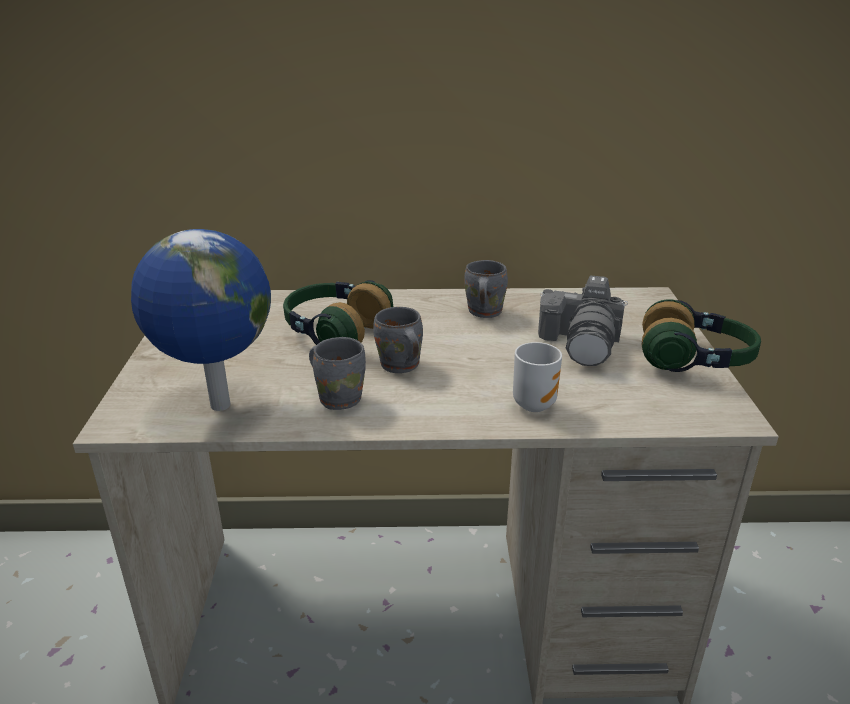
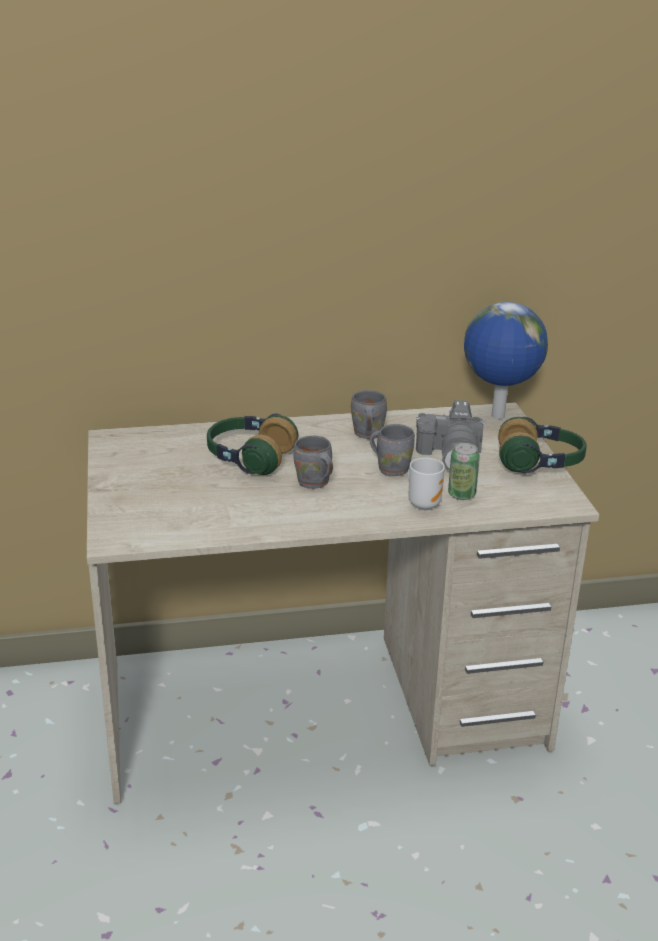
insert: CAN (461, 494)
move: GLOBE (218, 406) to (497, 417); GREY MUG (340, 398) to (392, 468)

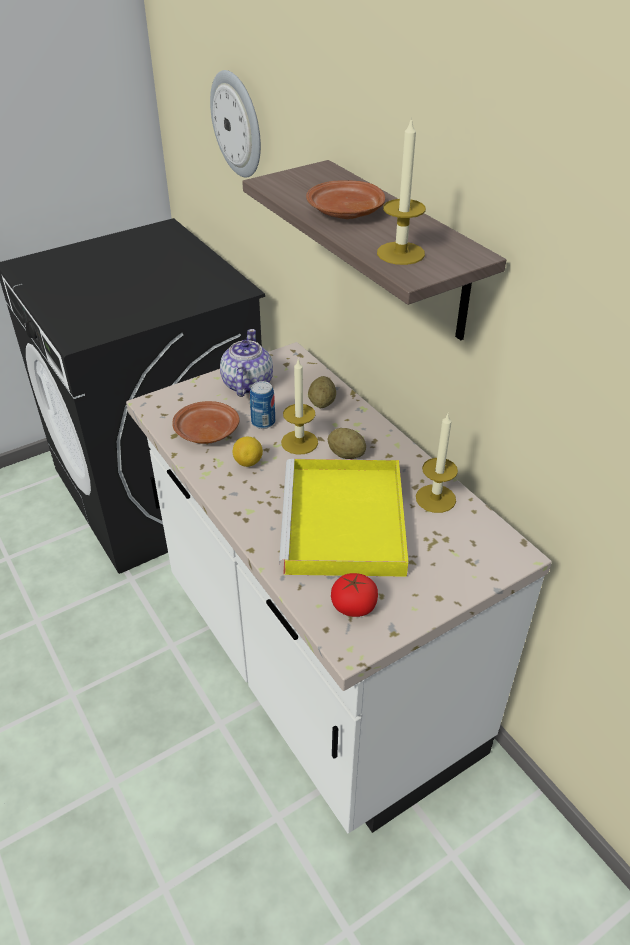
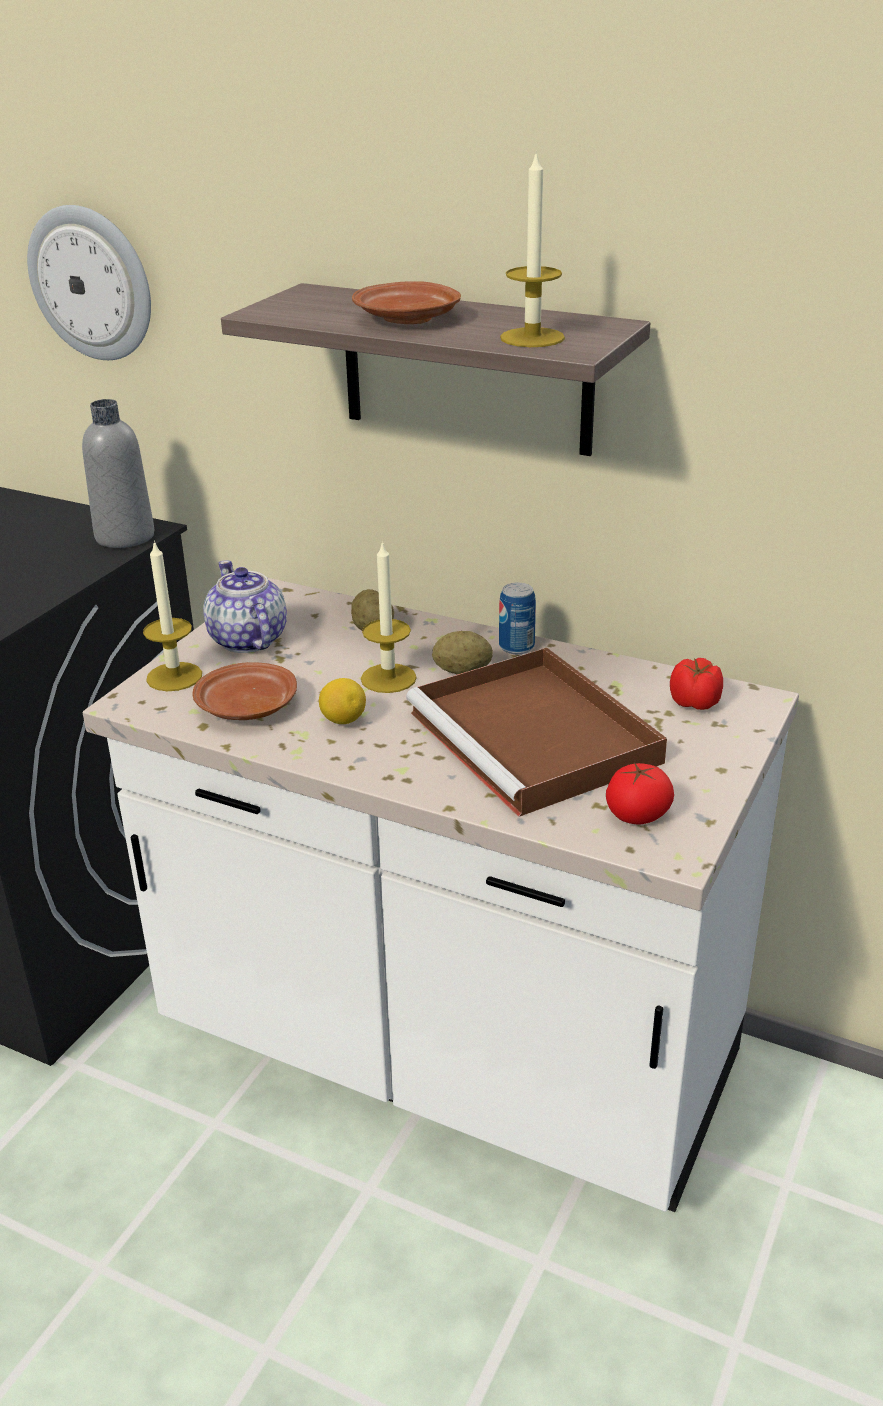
insert: GREY BOTTLE (125, 537); TOMATO (695, 703)
move: CAN (263, 422) to (516, 647); CANDLE (435, 498) to (174, 677)
recolor: YELLOW TRAY (345, 523) to BROWN TRAY (537, 739)

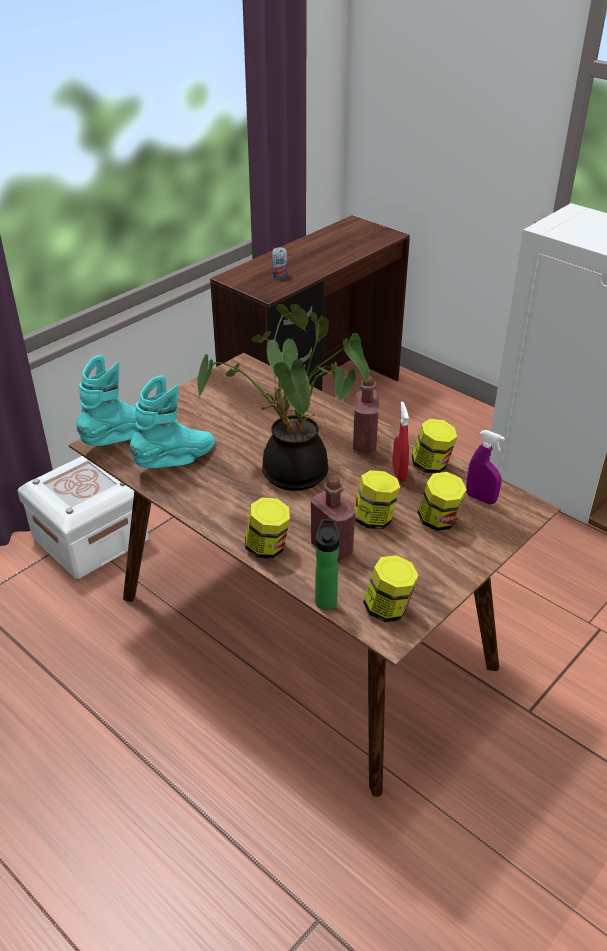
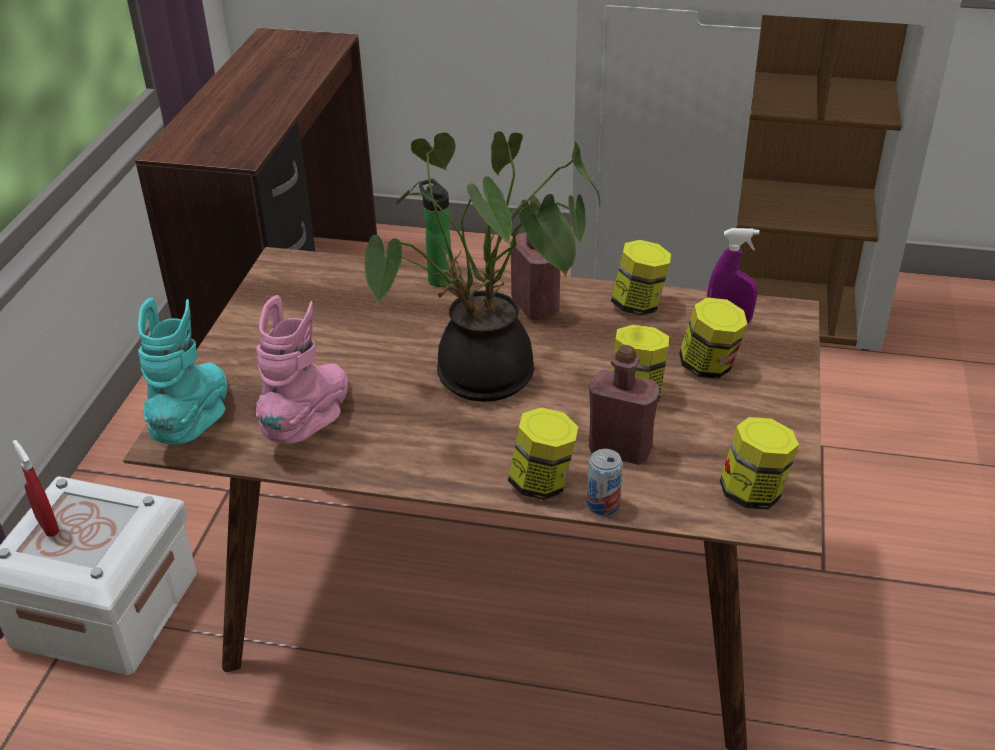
move: CAN (279, 276) to (603, 504); RED SPRAY BOTTLE (399, 473) to (48, 526); BOTTLE (326, 599) to (438, 278)
recolor: TURQUOISE BOOT (176, 461) to PINK BOOT (311, 421)

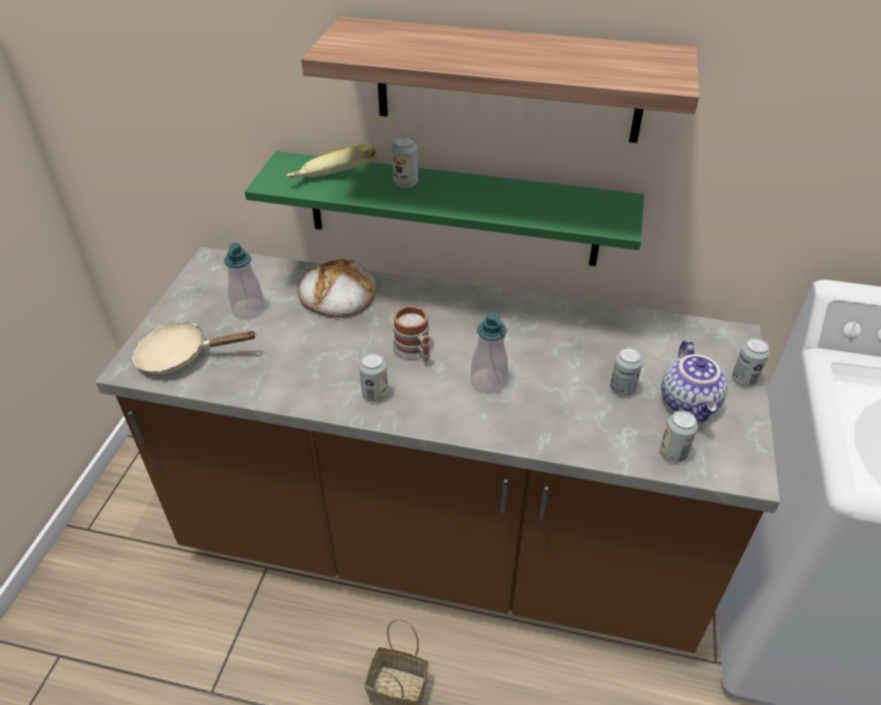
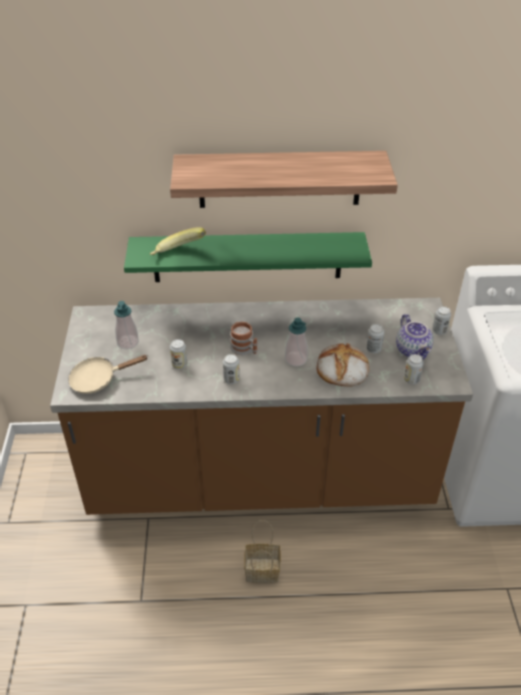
move: CAN (405, 183) to (179, 364); BREAD (337, 294) to (342, 369)

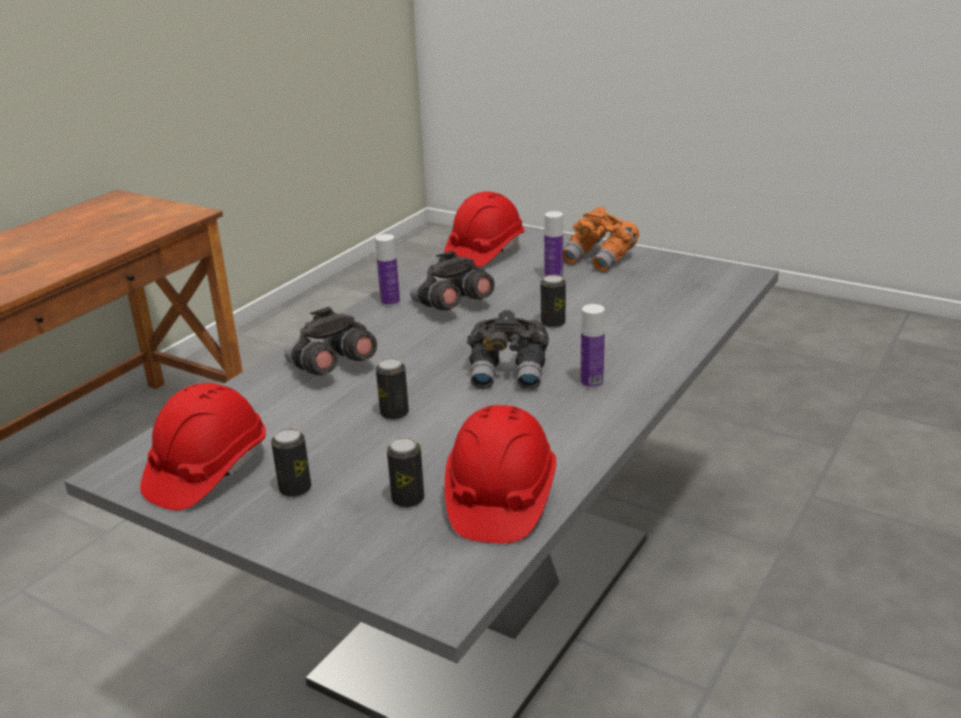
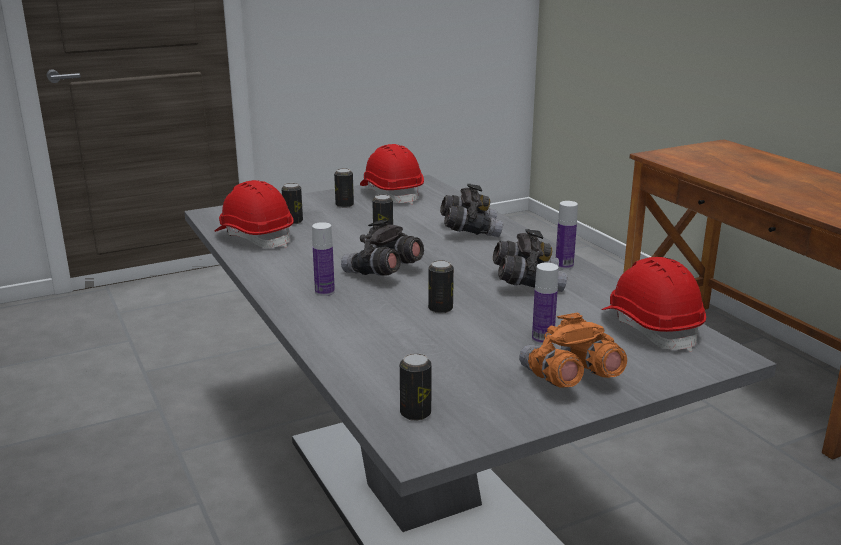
insert: CAN (415, 413)

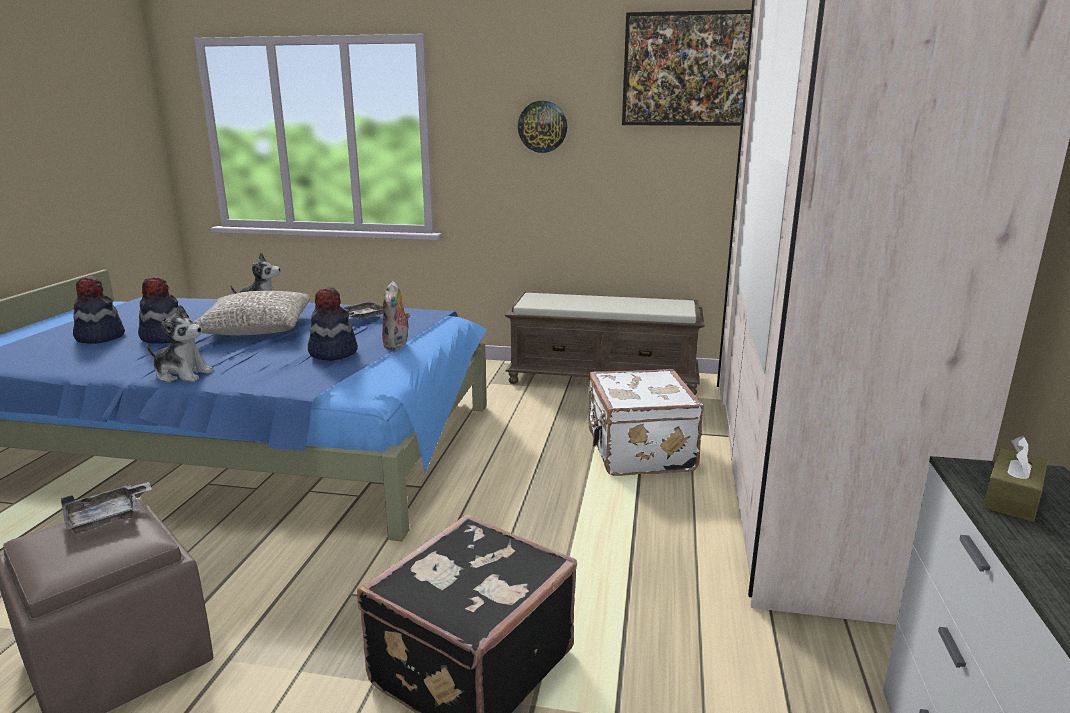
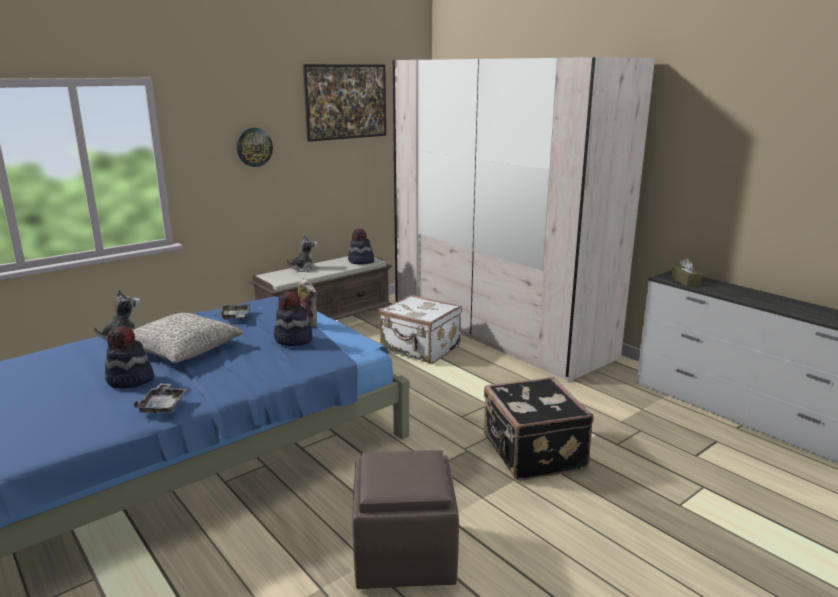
move: HAT (99, 337) to (361, 262); PLUSH TOY (183, 374) to (303, 269); GREY TRAY (107, 517) to (163, 405)

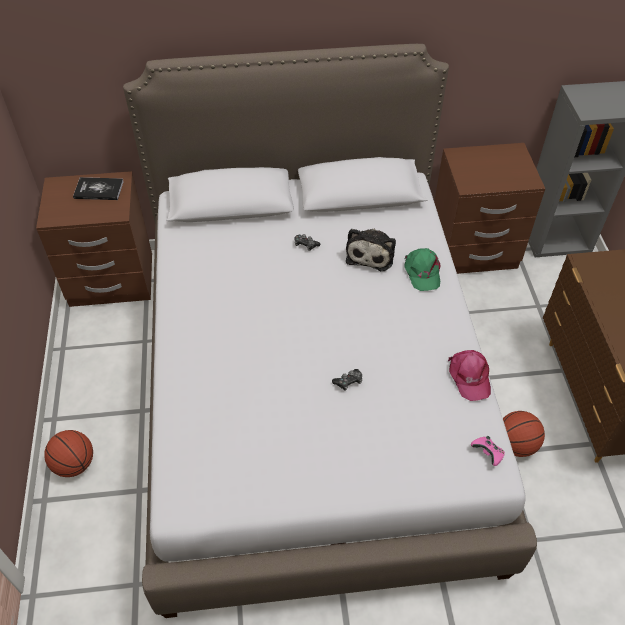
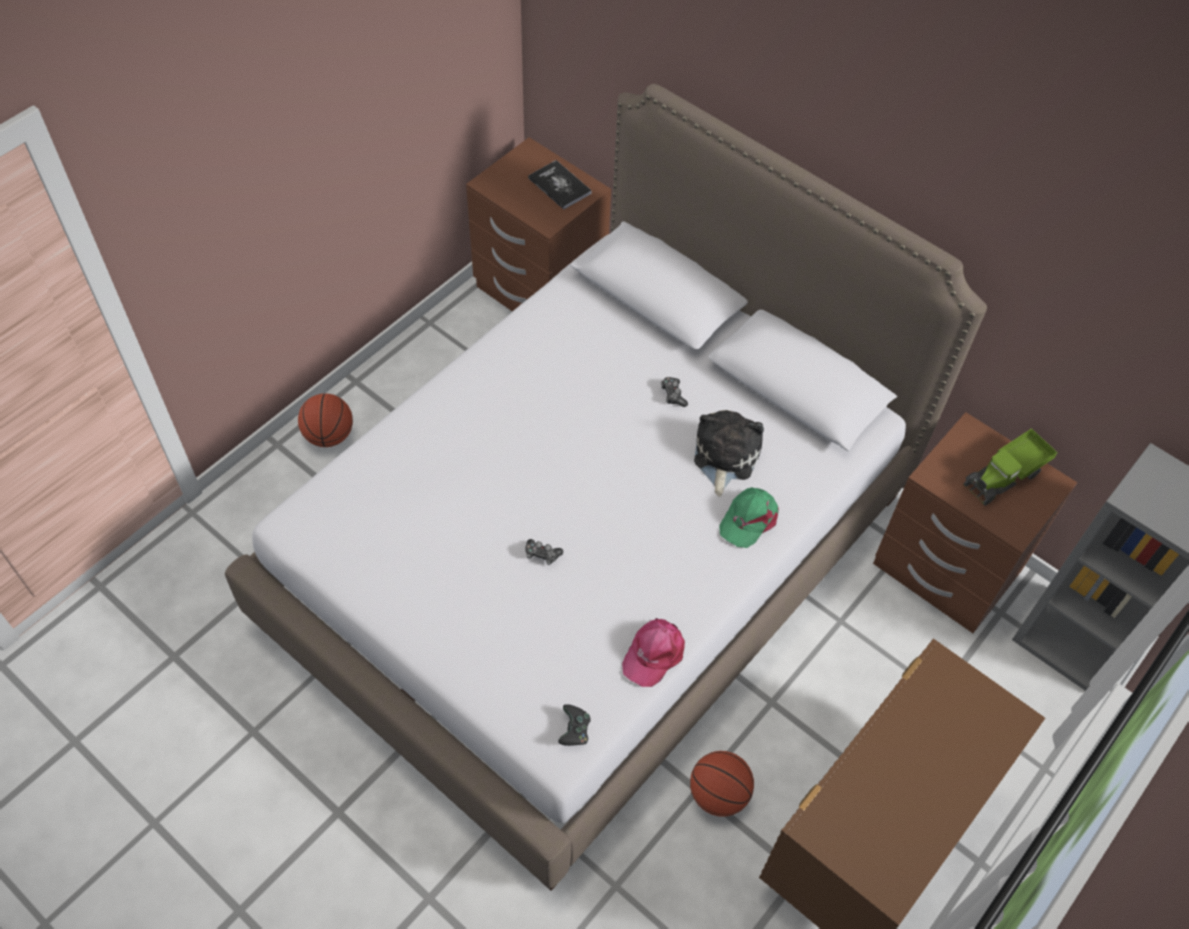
insert: TOY TRUCK (1005, 476)
recolor: PINK GAME CONTROLLER (487, 454) to BLACK GAME CONTROLLER (574, 731)
rotate: PLUSH TOY (371, 253) = (724, 457) 135 degrees clockwise

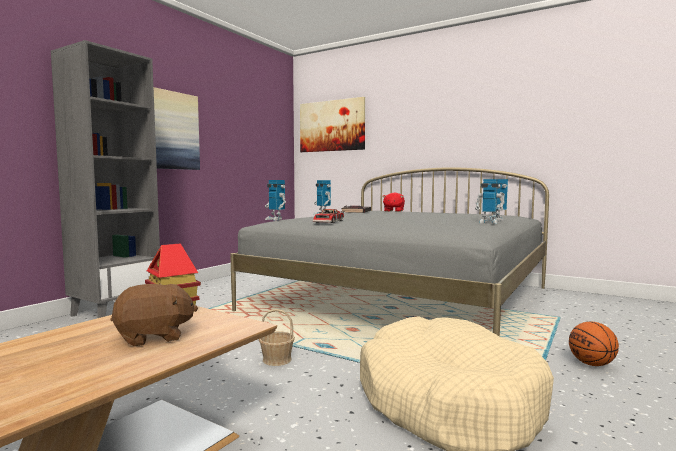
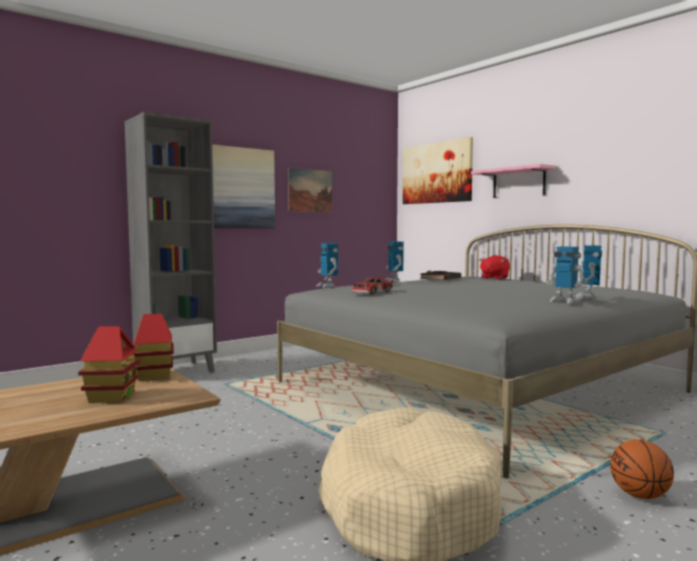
delete: BASKET (277, 359)
insert: PINK SHELF (518, 183); PICTURE (310, 190)
replace: BROWN PLUSH TOY (154, 337) to TOY HOUSE (111, 397)

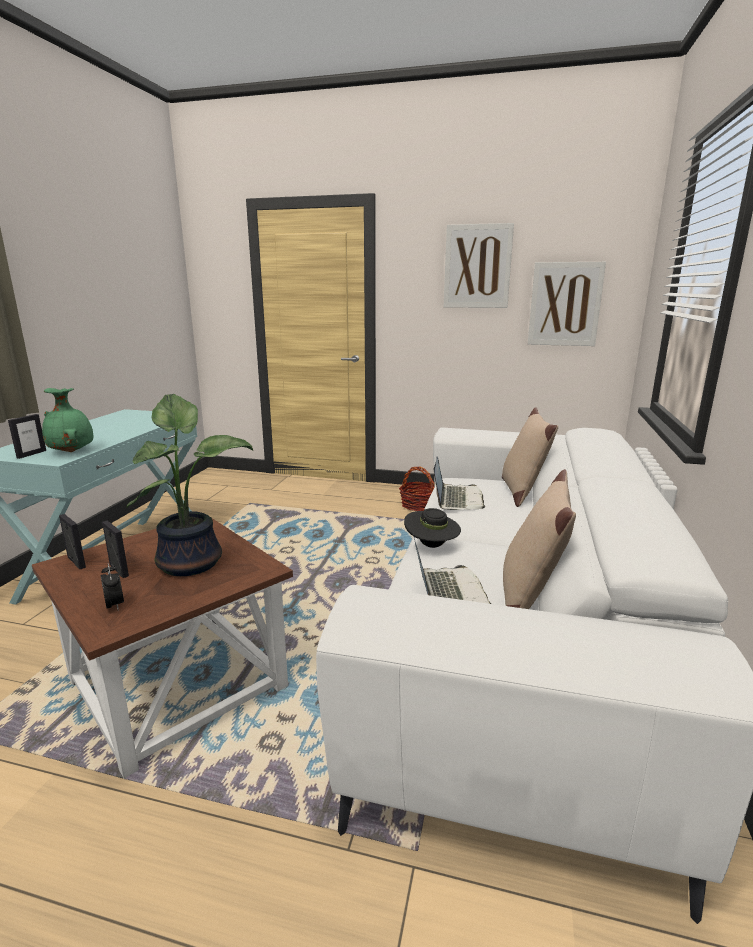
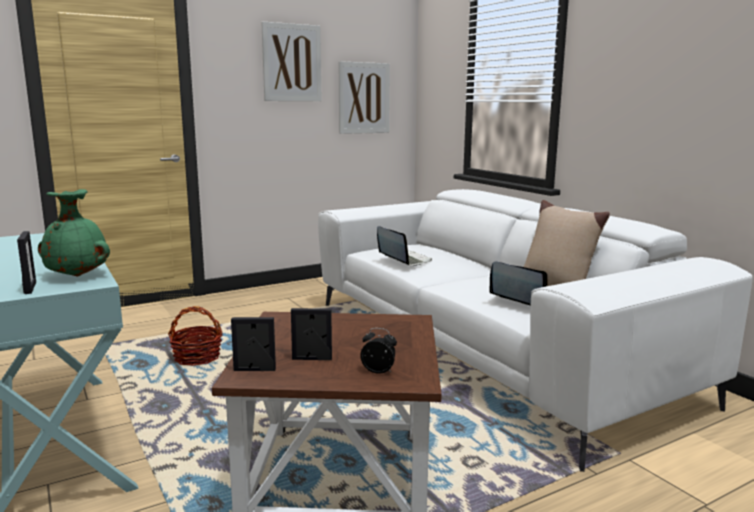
delete: POTTED PLANT (193, 561); BEIGE PILLOW (522, 491); BLACK HAT (431, 546)
move: BASKET (418, 505) to (197, 357)

